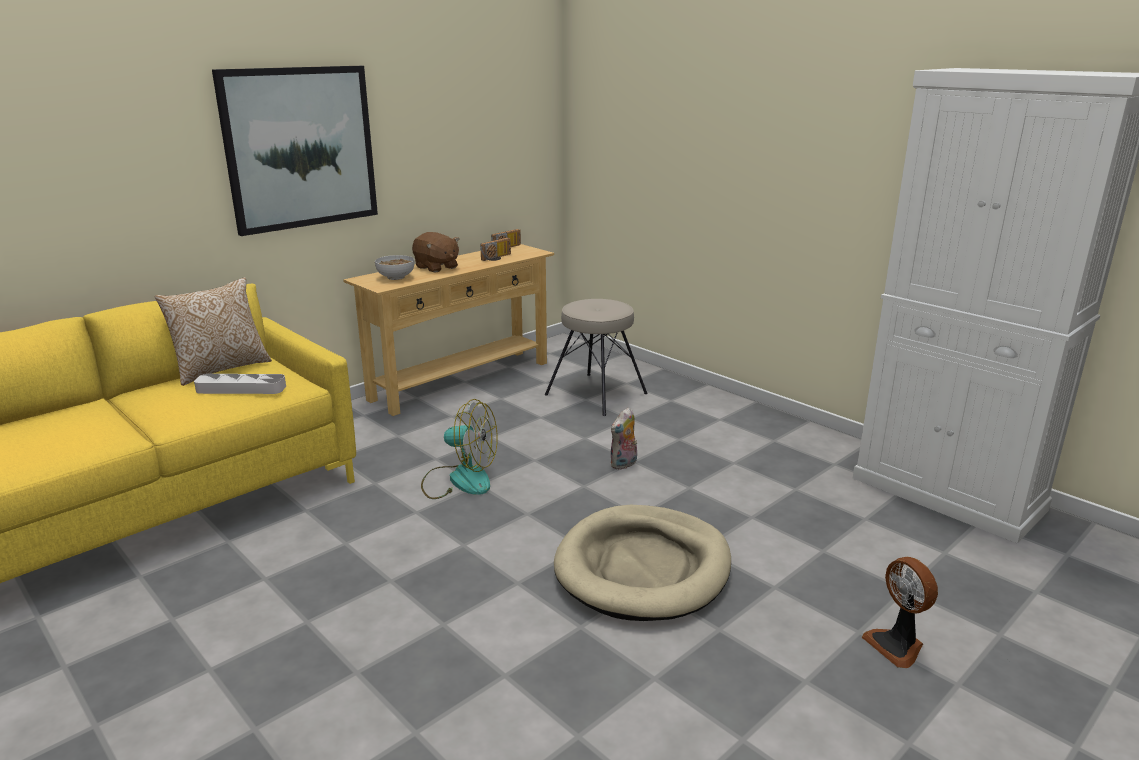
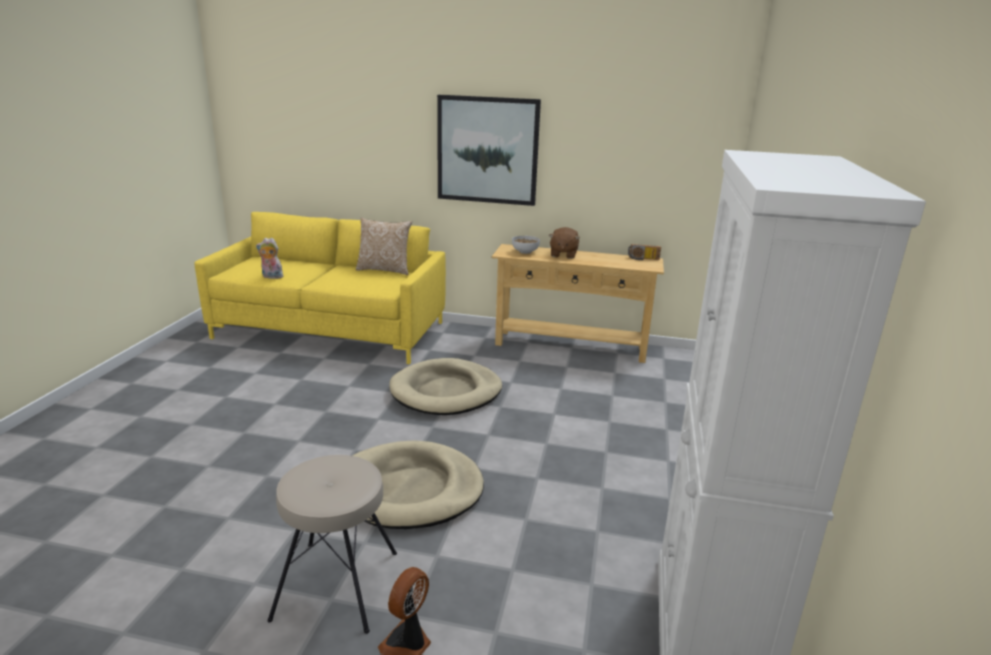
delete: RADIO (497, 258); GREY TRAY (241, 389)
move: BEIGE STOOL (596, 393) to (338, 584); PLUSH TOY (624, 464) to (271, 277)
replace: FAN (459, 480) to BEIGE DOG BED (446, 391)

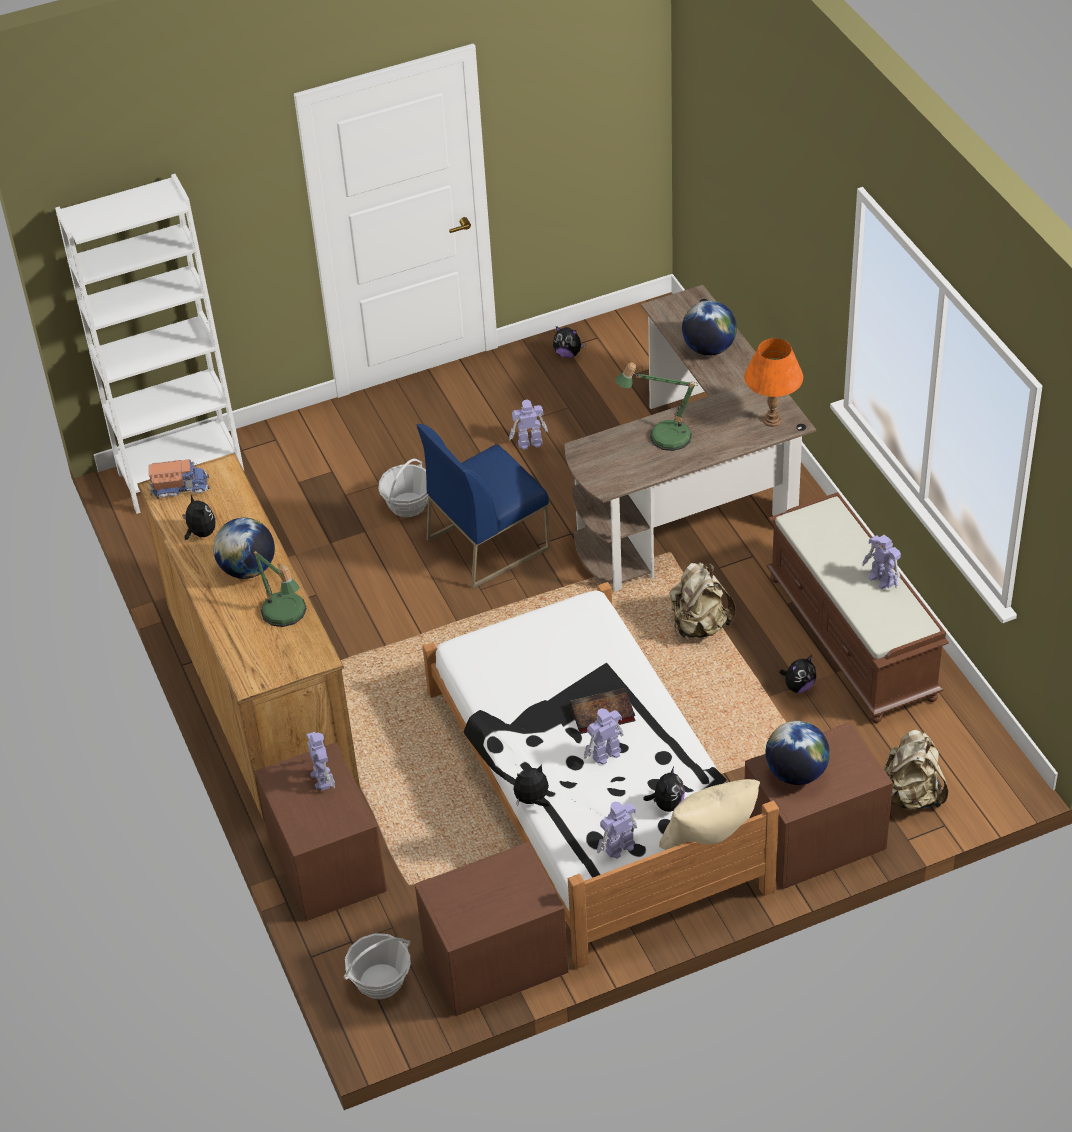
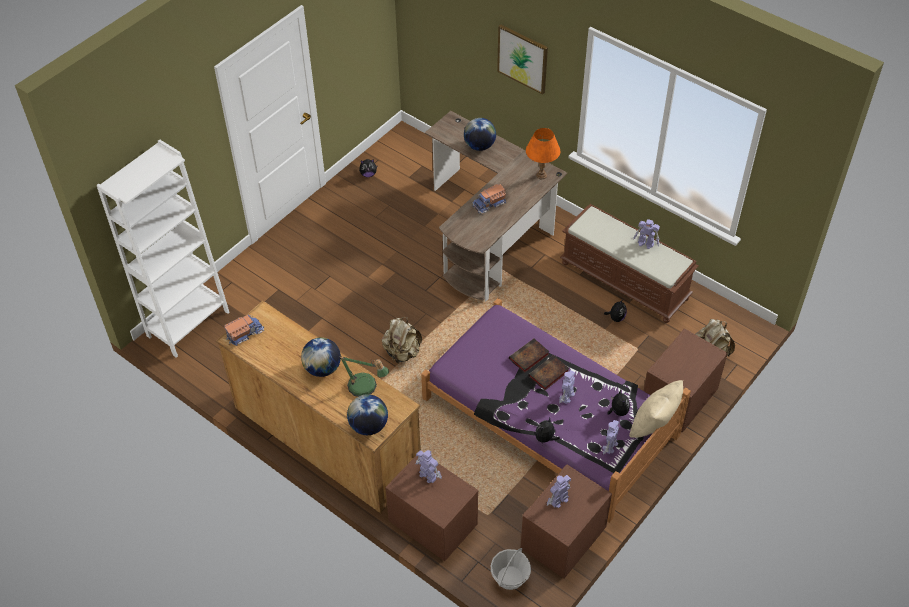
delete: BLUE CHAIR (488, 543); BASKET (408, 505); PLUSH TOY (200, 533)
insert: PICTURE (523, 58); BOOK (528, 357)
move: TOY ROBOT (529, 443) to (558, 500); BEIGE BACKPACK (699, 625) to (402, 352); GLOBE (796, 773) to (368, 426)
replace: TABLE LAMP (662, 436) to TOY TRUCK (489, 204)
recolor: WHITE BED (594, 788) to PURPLE BED (549, 417)

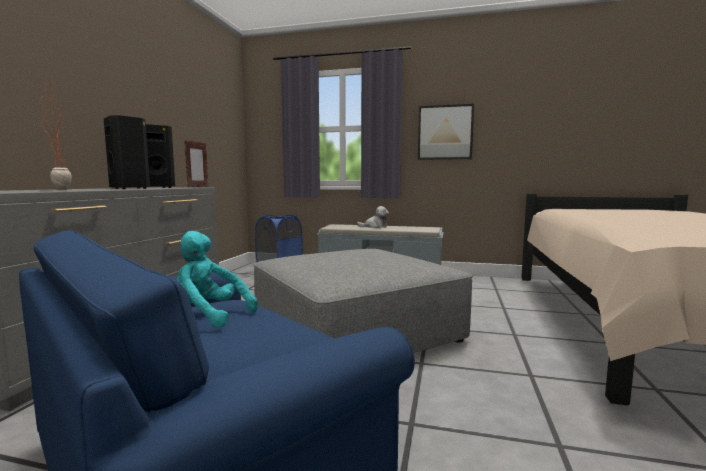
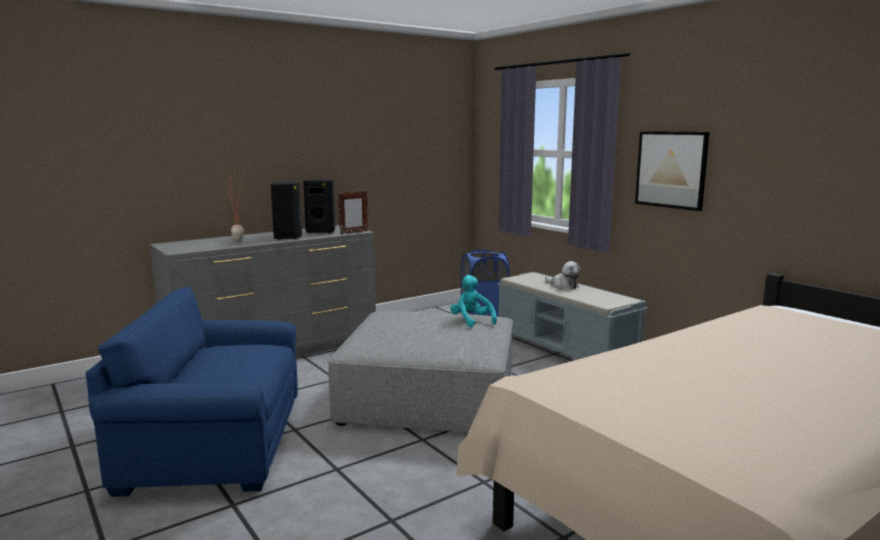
move: TURQUOISE PLUSH TOY (207, 316) to (471, 321)

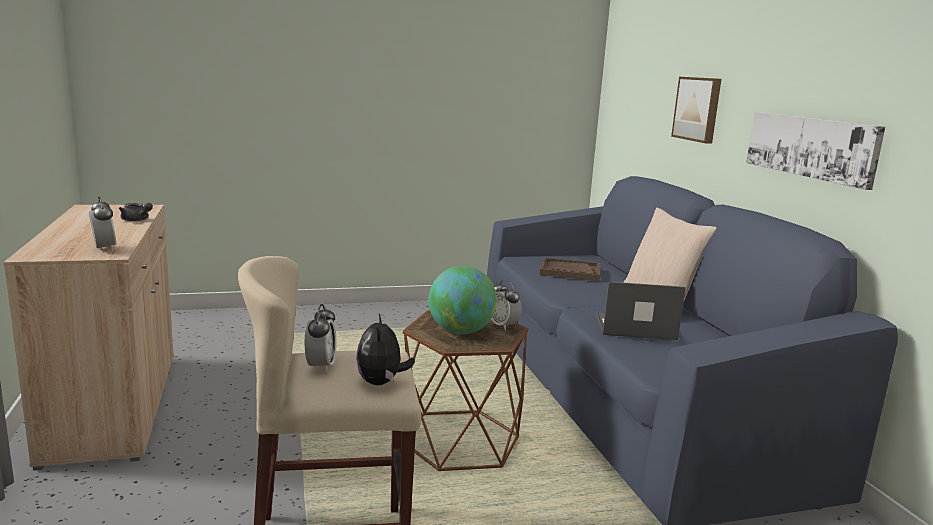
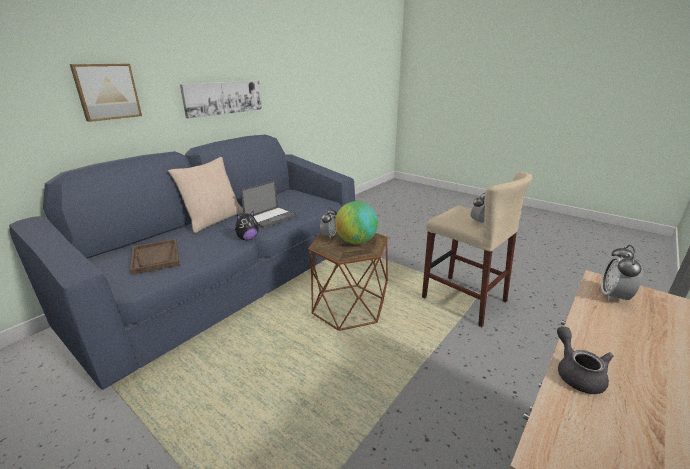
move: PLUSH TOY (381, 382) to (247, 238)
rotate: LAPTOP (634, 327) = (271, 217) 105 degrees counterclockwise

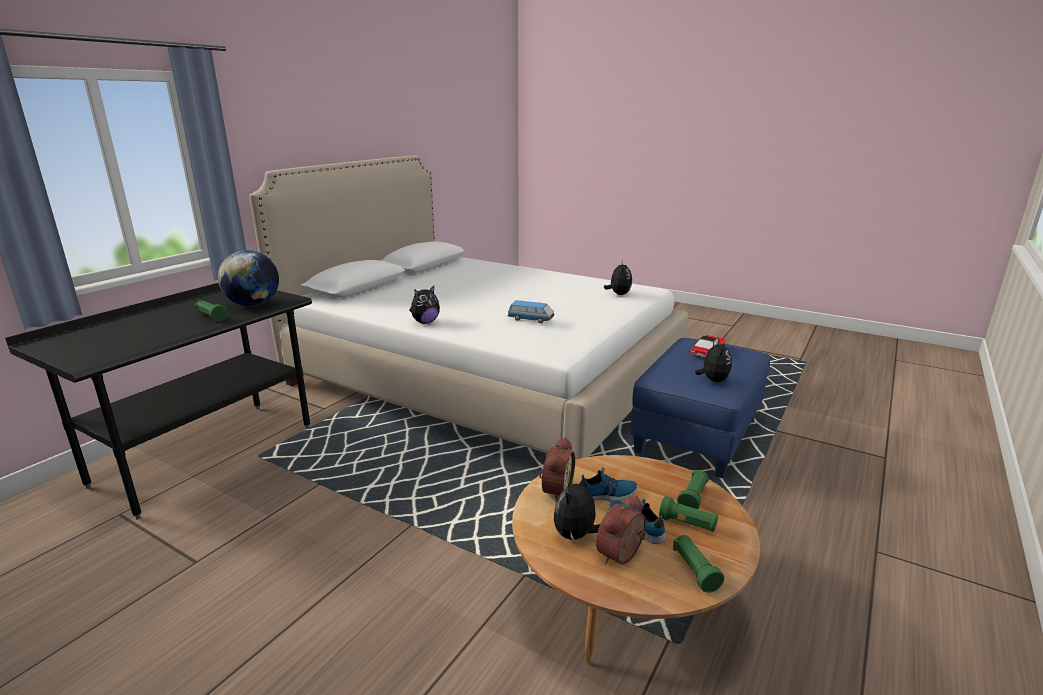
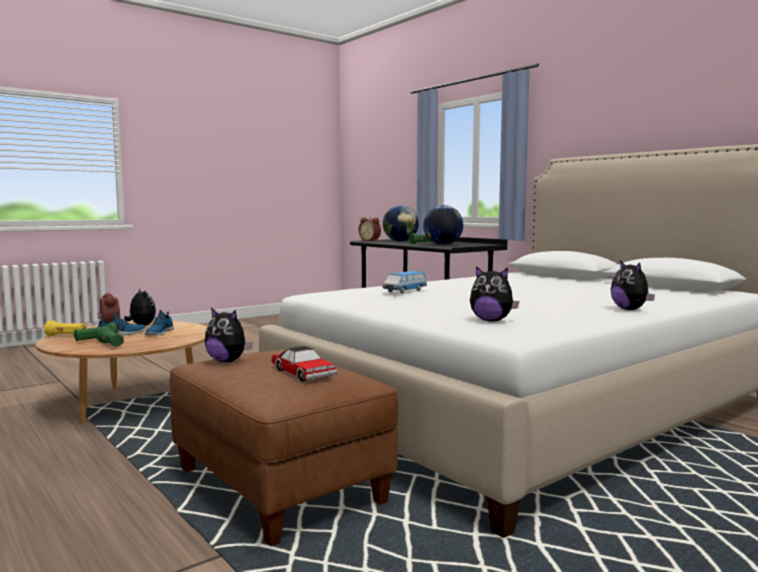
insert: GLOBE (400, 241)
move: PLUSH TOY (425, 322) to (630, 310); ALARM CLOCK (555, 490) to (370, 240)
recolor: BLUE OTTOMAN (696, 435) to BROWN OTTOMAN (281, 486); GREEN FLASHLIGHT (694, 571) to YELLOW FLASHLIGHT (66, 336)

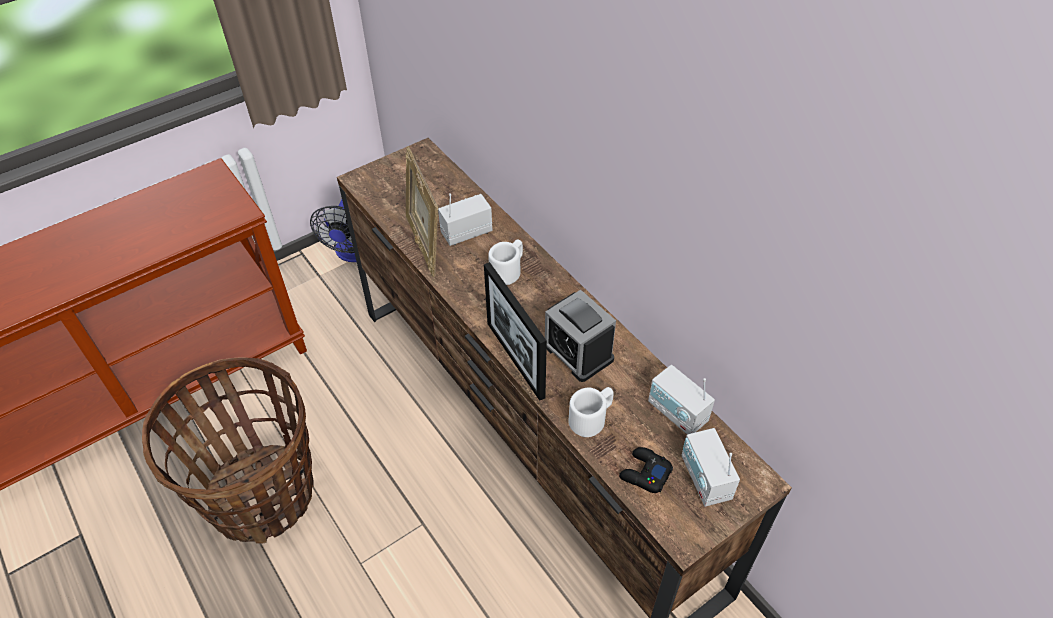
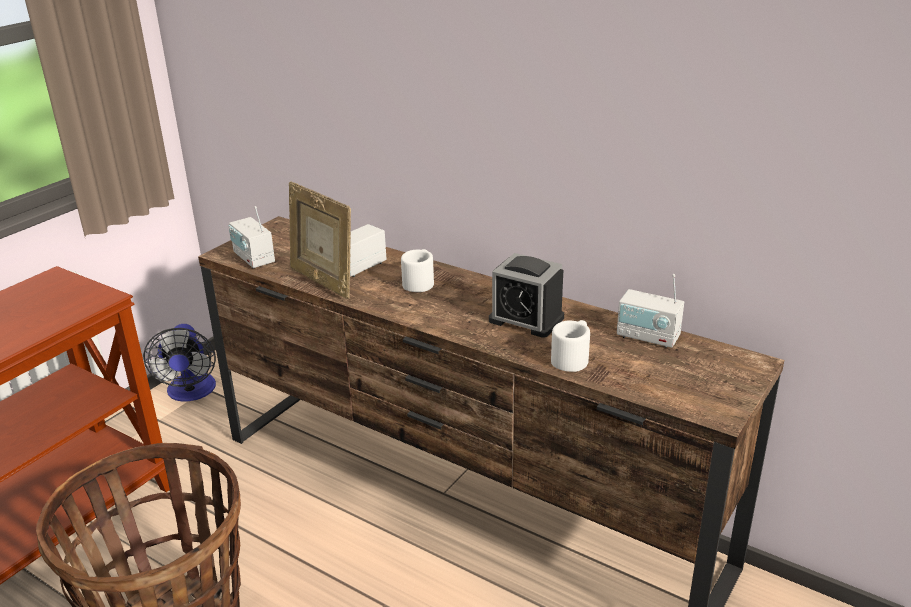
delete: PICTURE FRAME (515, 359); BLACK GAME CONTROLLER (644, 473)
move: RADIO (705, 479) to (253, 259)

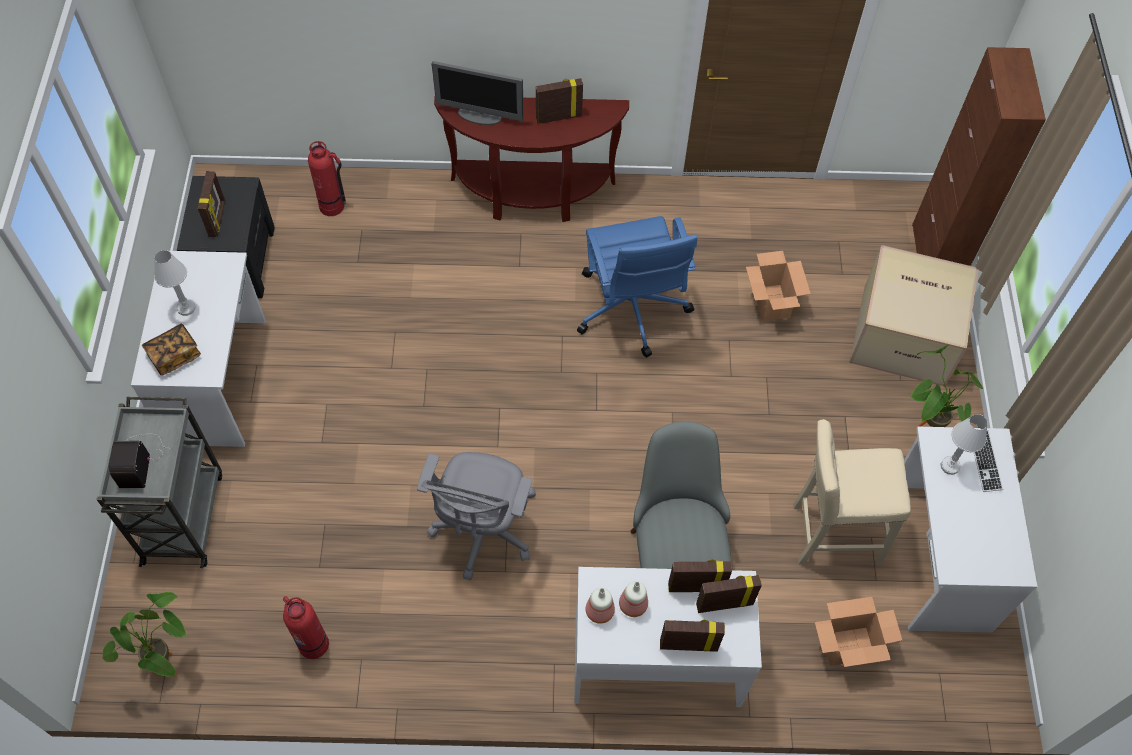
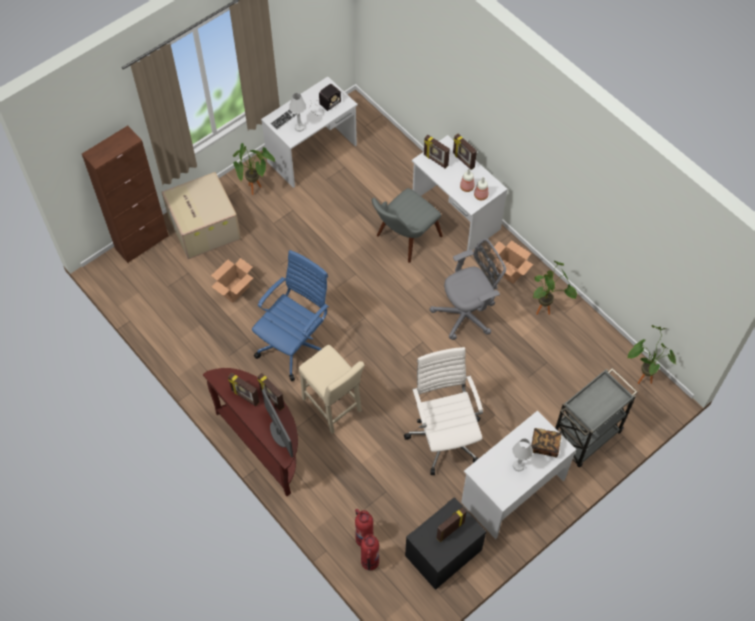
insert: POTTED PLANT (546, 310); WHITE OFFICE CHAIR (445, 436)
move: BEIGE STOOL (831, 534) to (333, 408); RADIO (140, 459) to (324, 105); PICTURE FRAME (696, 586) to (271, 399); FIRE EXTINGUISHER (313, 643) to (369, 562); CARDBOARD BOX (847, 646) to (509, 271)

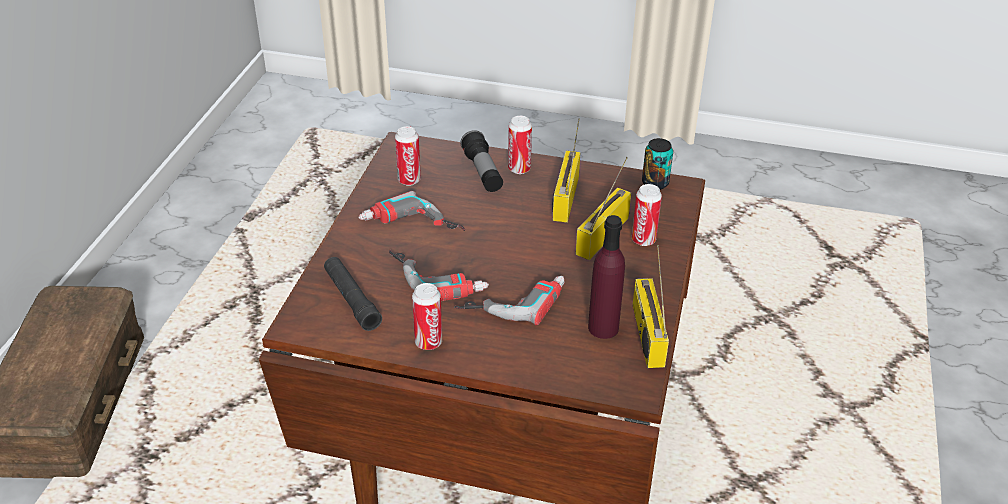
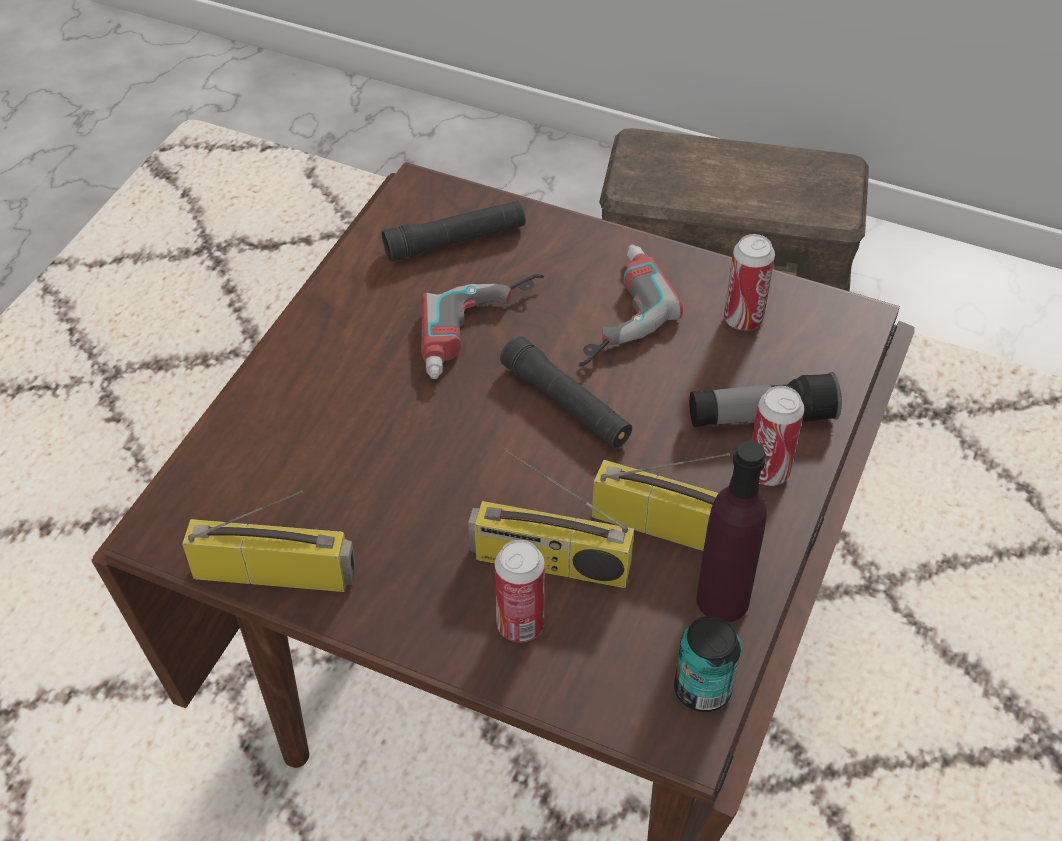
delete: POWER DRILL (512, 299); CAN (428, 342)
insert: BLACK FLASHLIGHT (566, 404)
move: PURPLE BOTTLE (603, 328) to (722, 599)
rotate: RADIO (602, 234) = (549, 563) 150 degrees clockwise

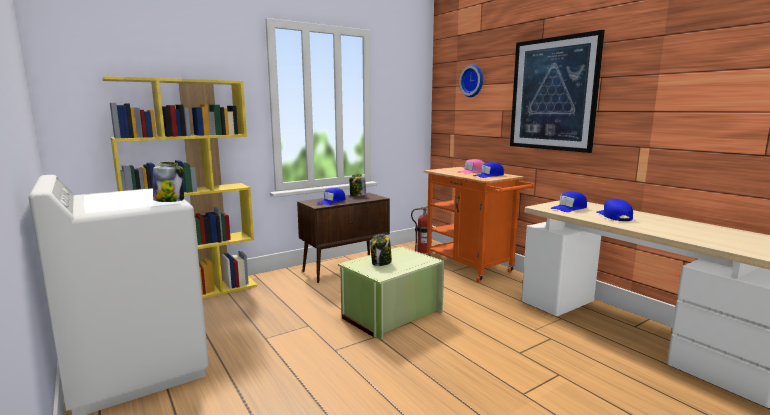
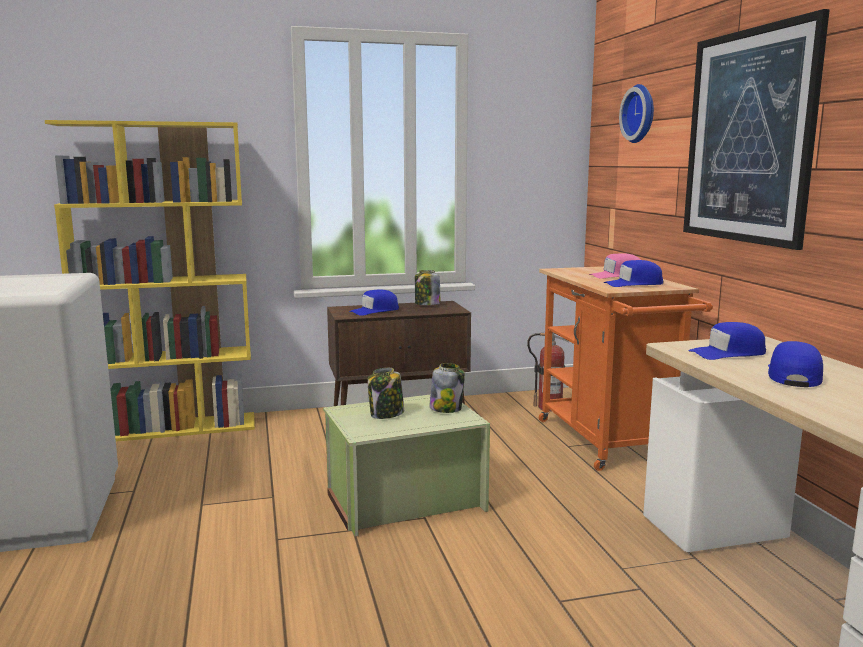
move: JAR (170, 200) to (446, 408)

